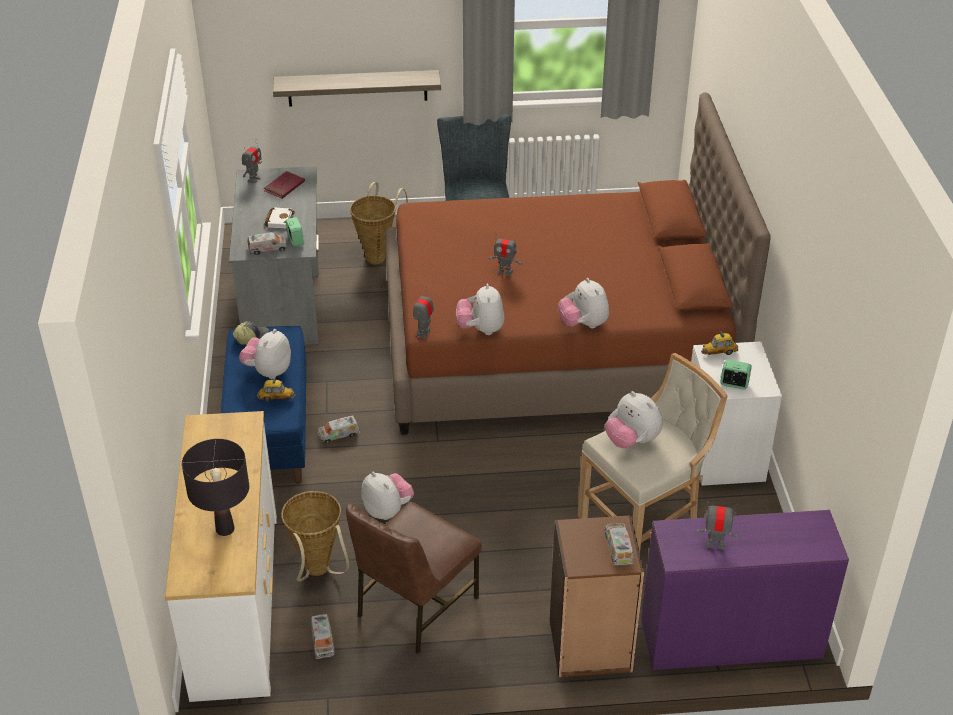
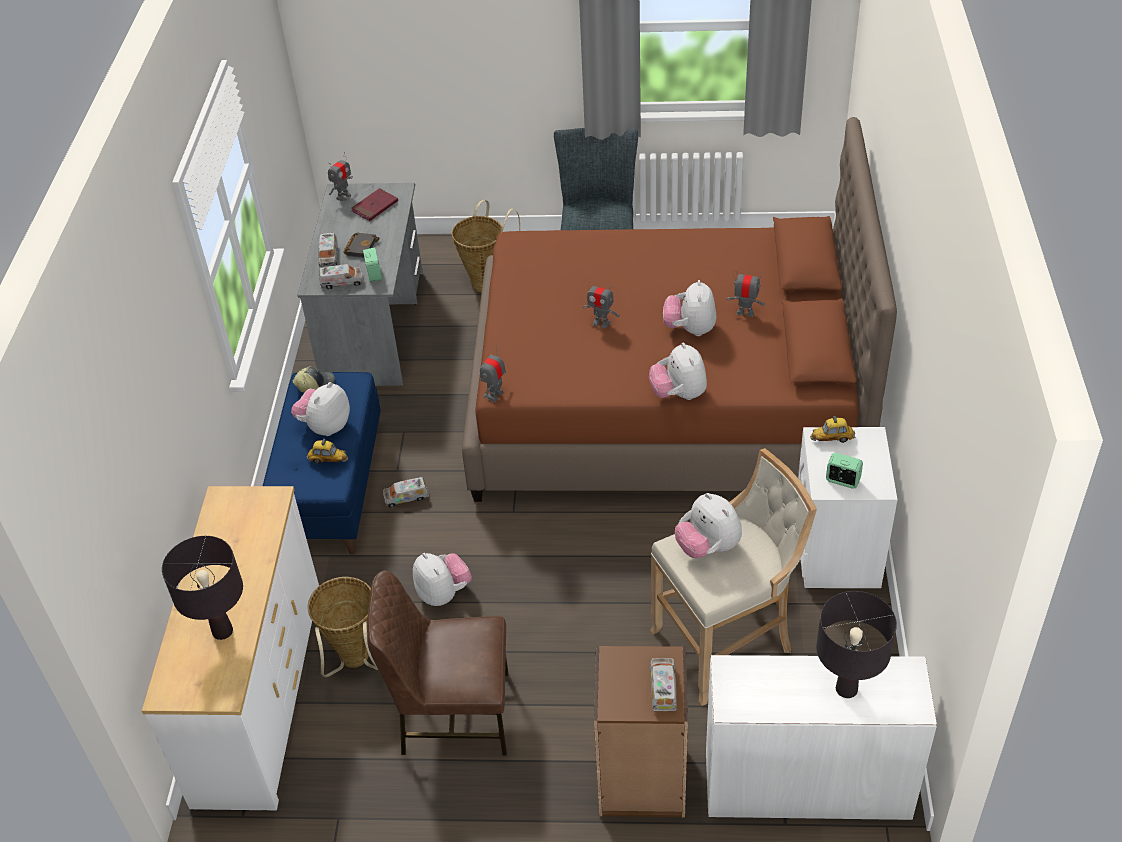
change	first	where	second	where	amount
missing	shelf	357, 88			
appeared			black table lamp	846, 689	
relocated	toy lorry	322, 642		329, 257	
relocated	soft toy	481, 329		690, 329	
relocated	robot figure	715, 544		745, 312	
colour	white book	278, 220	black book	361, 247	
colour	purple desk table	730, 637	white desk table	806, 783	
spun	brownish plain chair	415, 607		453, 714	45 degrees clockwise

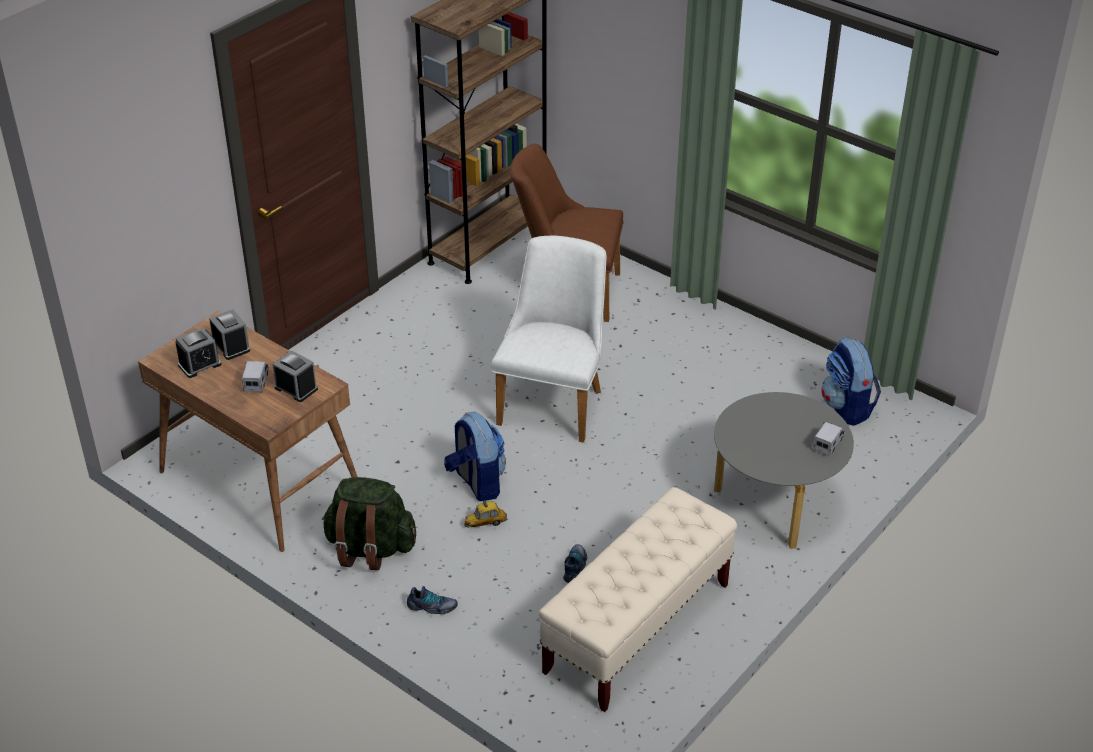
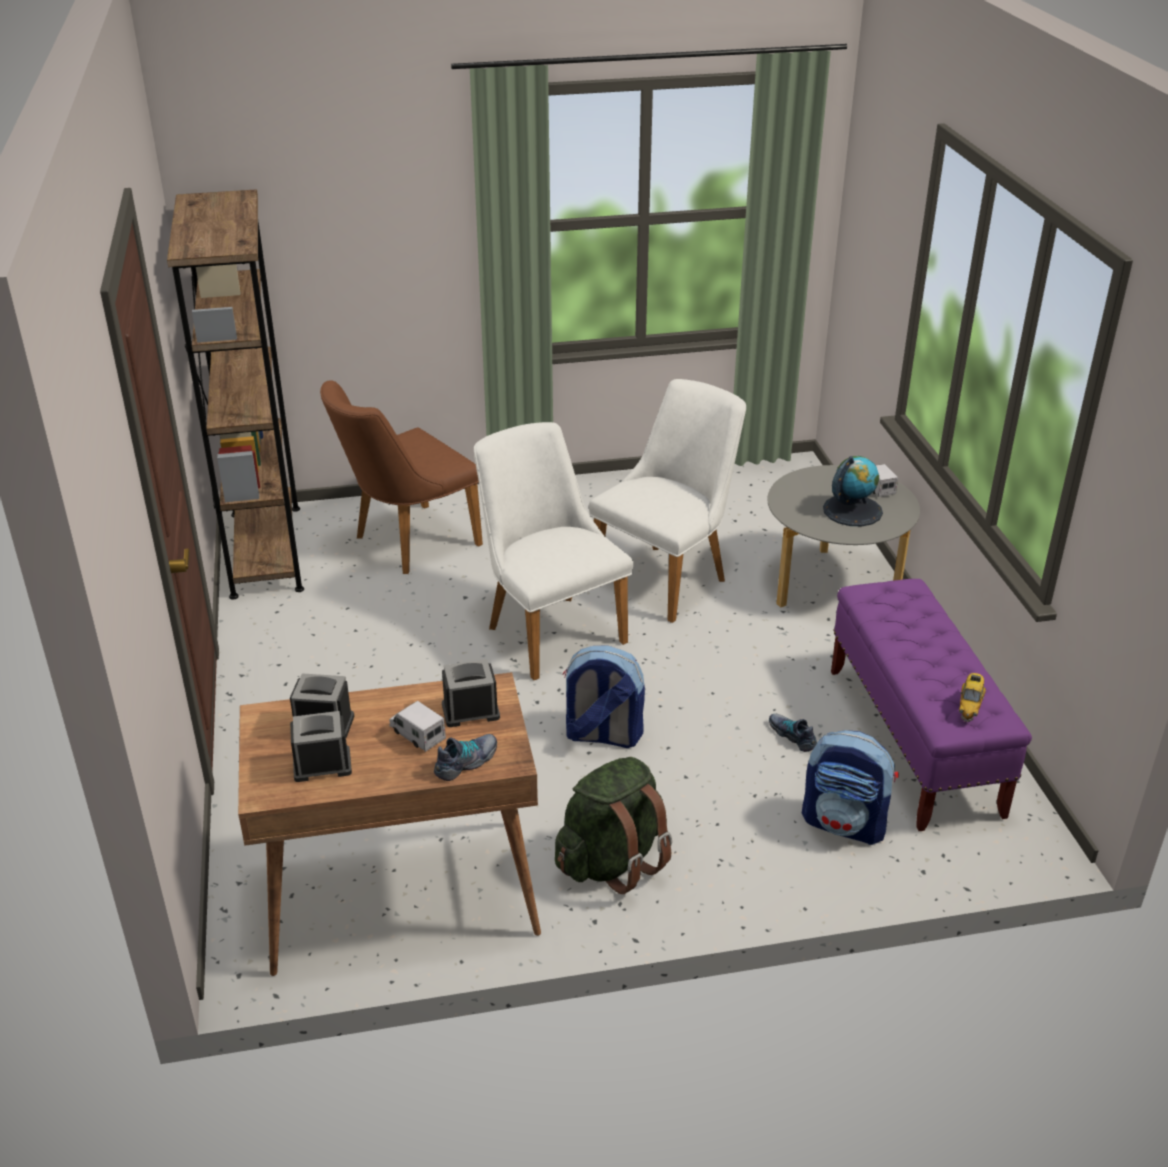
change	first	where	second	where	amount
appeared			white plain chair	669, 576	
appeared			globe	852, 510	
relocated	low shoe	432, 607		467, 762	
relocated	miniature car	485, 523		969, 707	
relocated	backpack	847, 407		845, 824	
colour	sand-coloured indoor bench	637, 629	purple indoor bench	913, 741	
spun	bedside clock	199, 365		322, 765	105 degrees counterclockwise

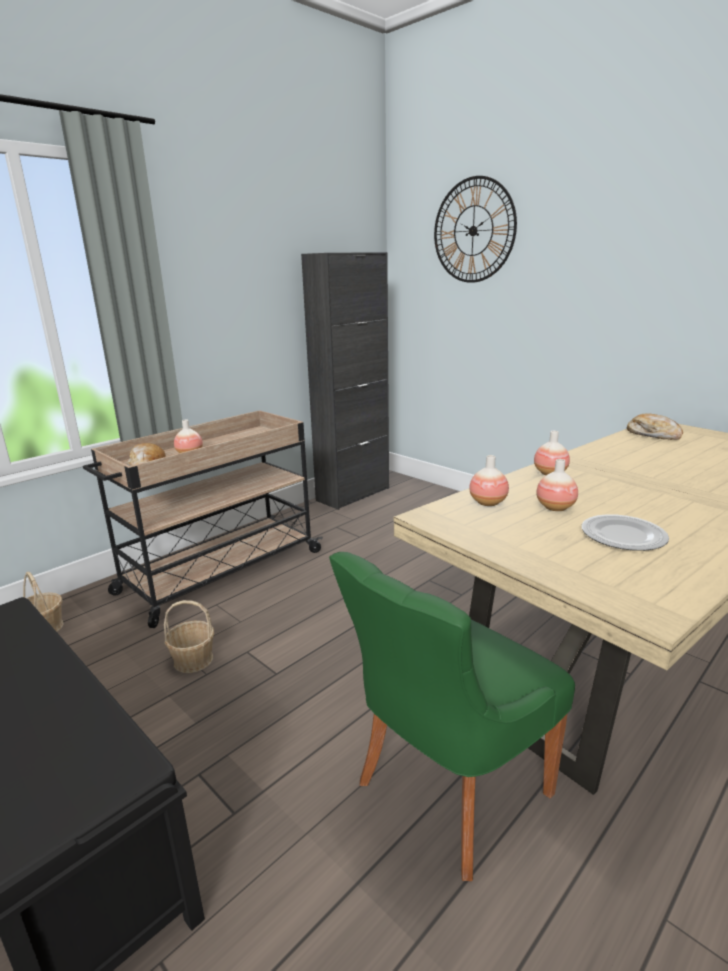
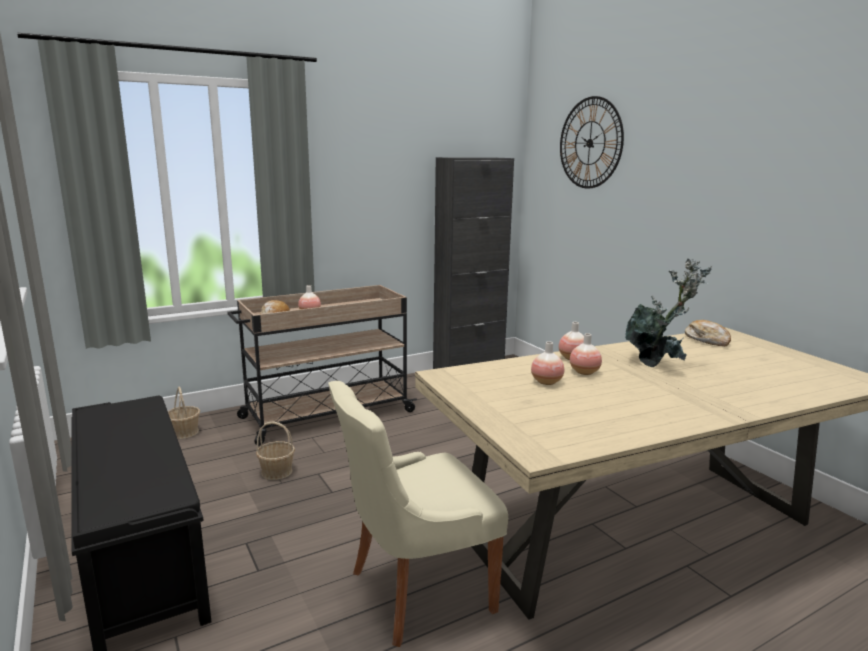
change	first	where	second	where	amount
missing	flat dish	622, 535			
appeared			houseplant	658, 364	
relocated	flower vase	488, 503		584, 372	
colour	green-coloured plain chair	447, 791	sand-coloured plain chair	415, 591	

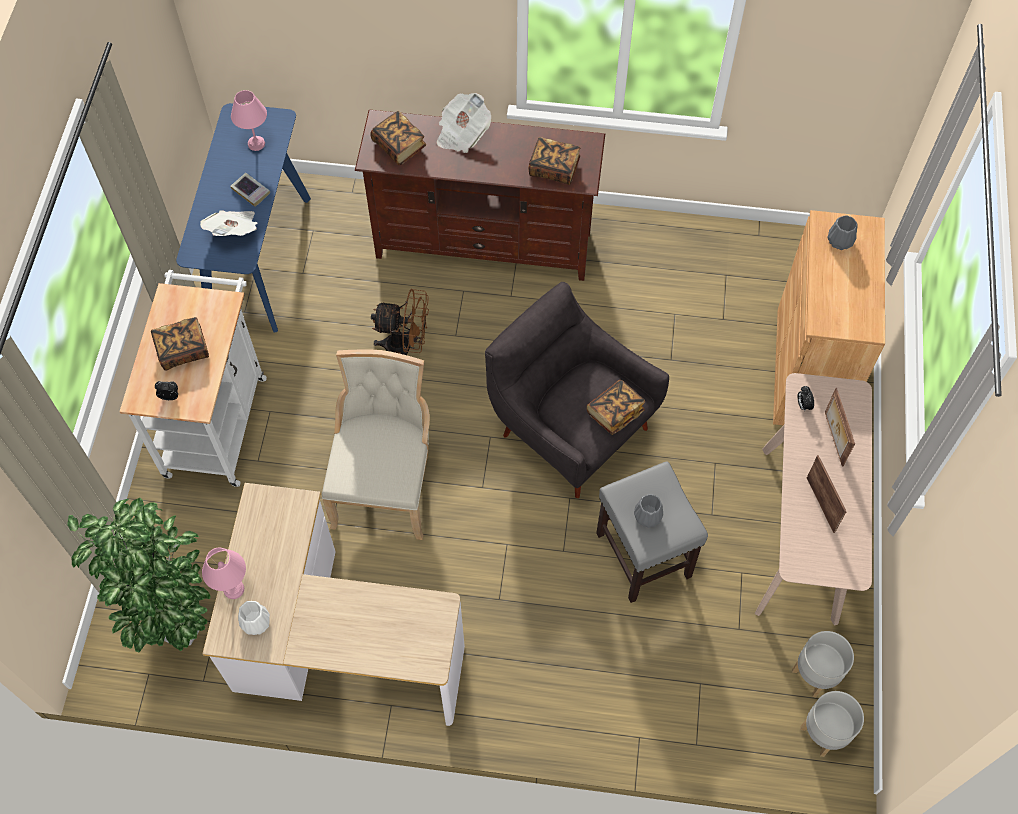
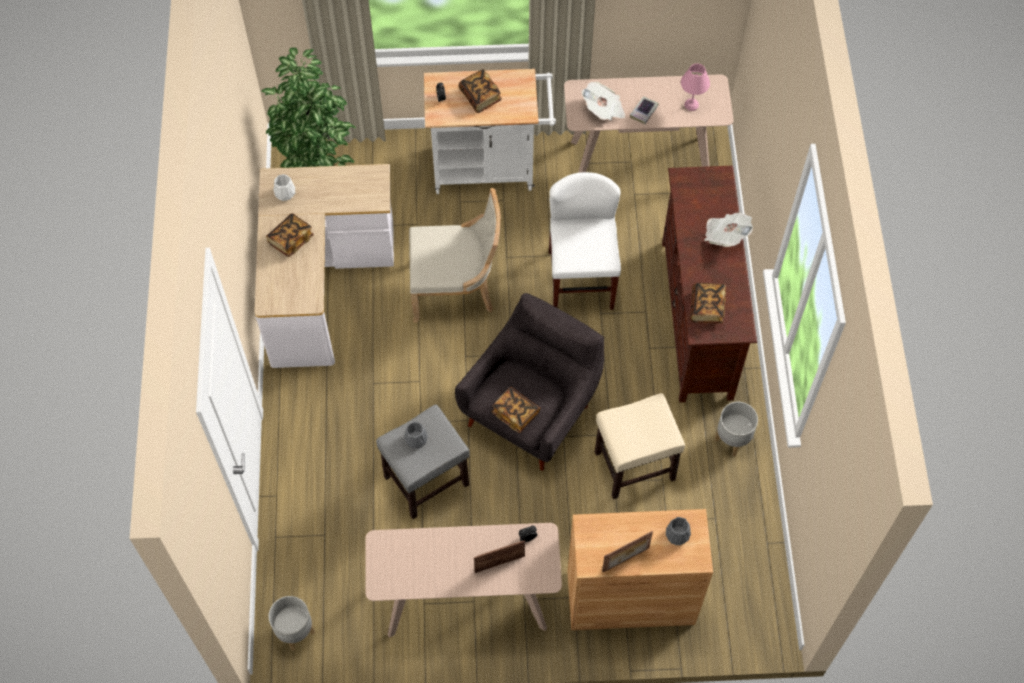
change	first	where	second	where	amount
missing	pink table lamp	234, 588			
appeared			sand-coloured sitting stool	633, 466	
relocated	book	399, 146		291, 240	
relocated	grey planter	815, 673		733, 439	
relocated	standing frame	821, 504		626, 560	
exchanged	brownish cooling fan	406, 347	white plain chair	581, 280	
colour	bluish console table	258, 258	sand-coloured console table	640, 161	

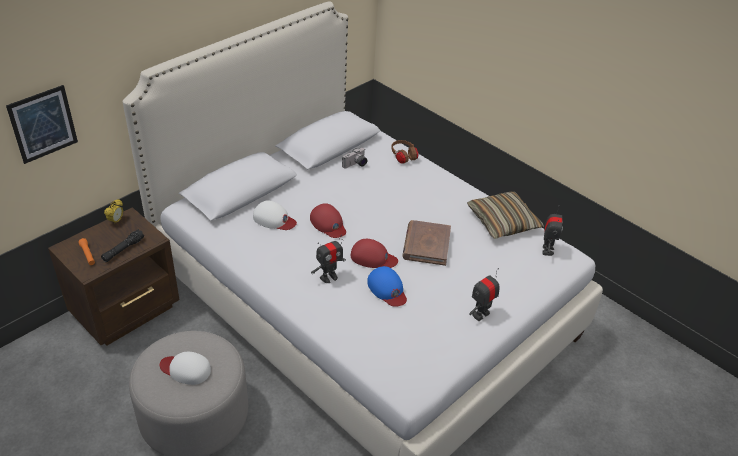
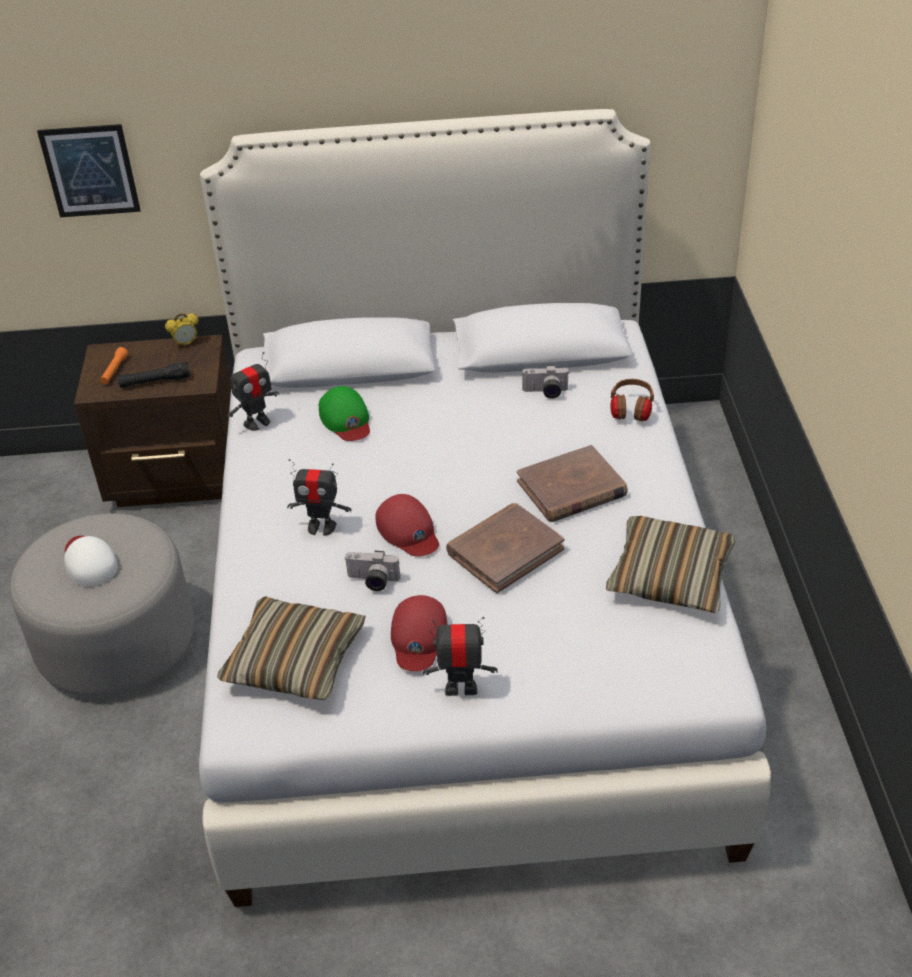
change	first	where	second	where	amount
appeared			throw pillow	294, 661	
appeared			brownish book	571, 489	
relocated	reddish peaked cap	328, 224		418, 637	
relocated	robot figure	547, 250		257, 422	
exchanged	bluish peaked cap	387, 289	photo camera	372, 581	
colour	white peaked cap	274, 219	green-coloured peaked cap	346, 419	

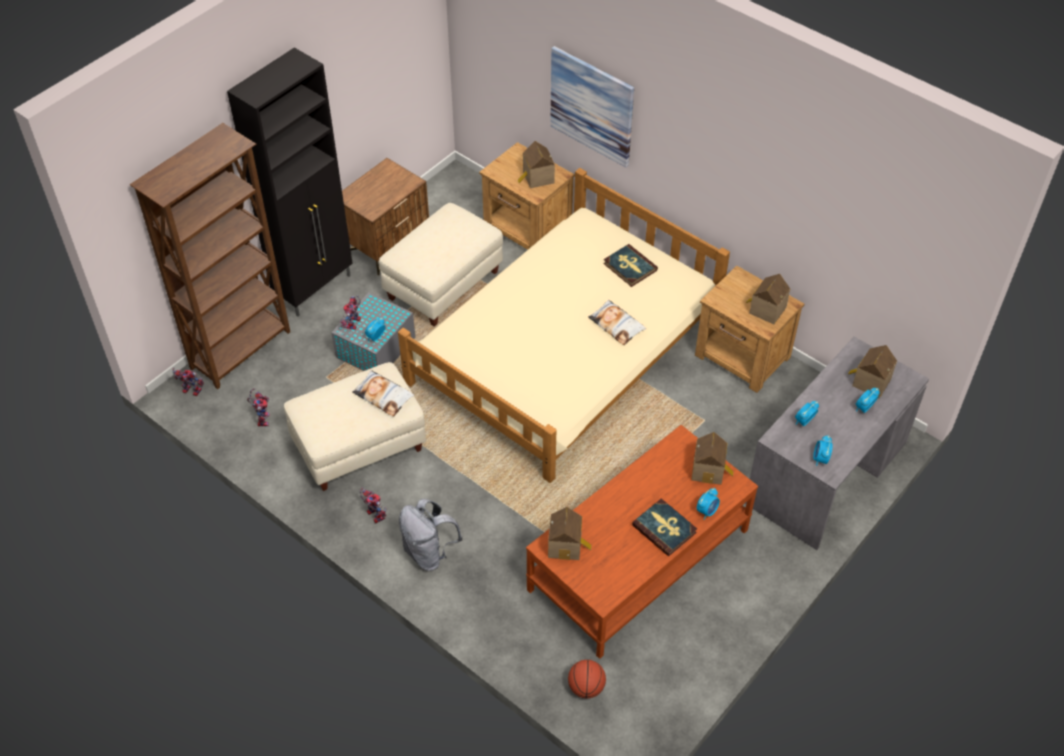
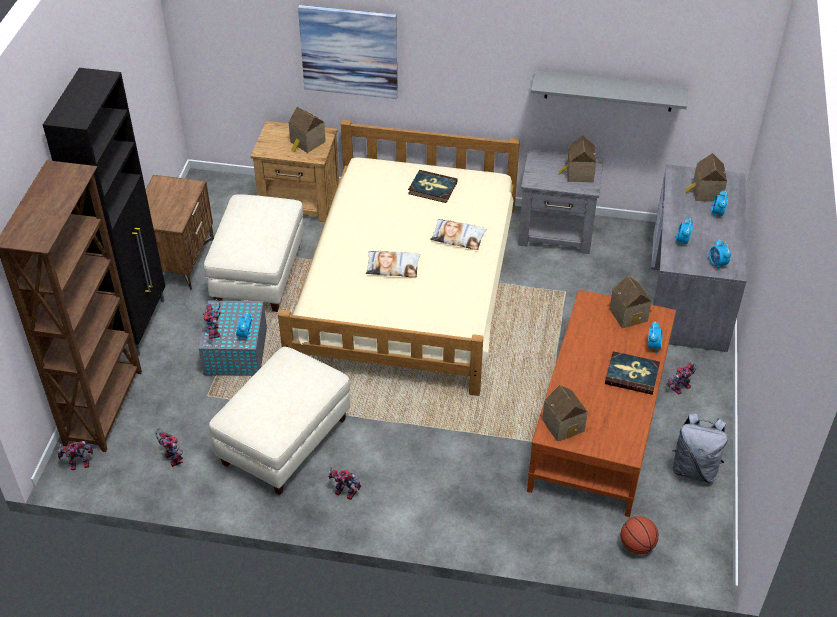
change	first	where	second	where	amount
appeared			grey shelf	609, 91	
appeared			robot figure	680, 389	
relocated	throw pillow	383, 396		393, 267	
relocated	grey backpack	429, 553		694, 469	
colour	brownish nightstand	743, 357	grey nightstand	557, 231	

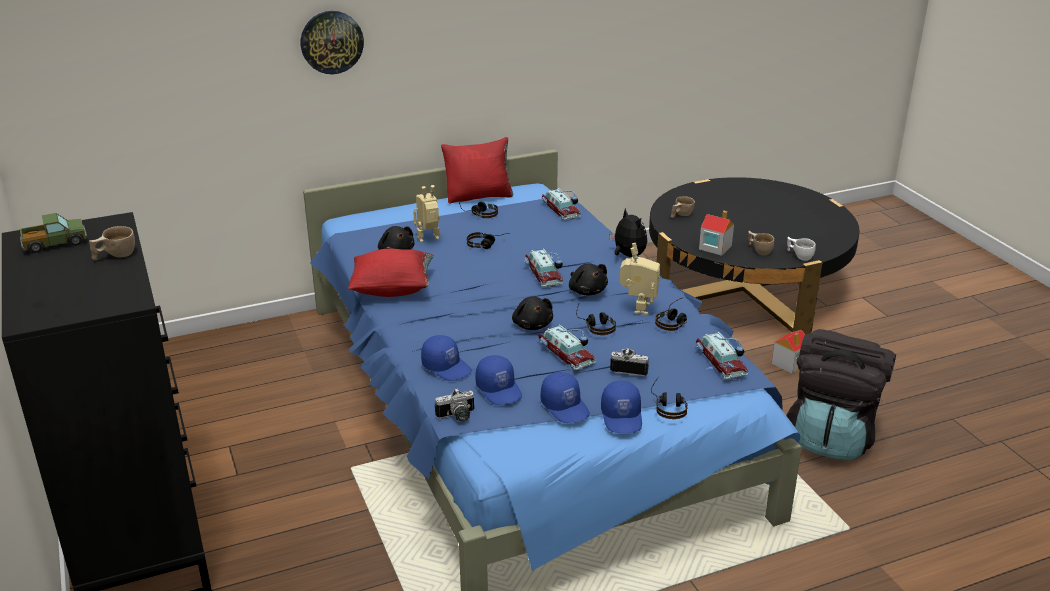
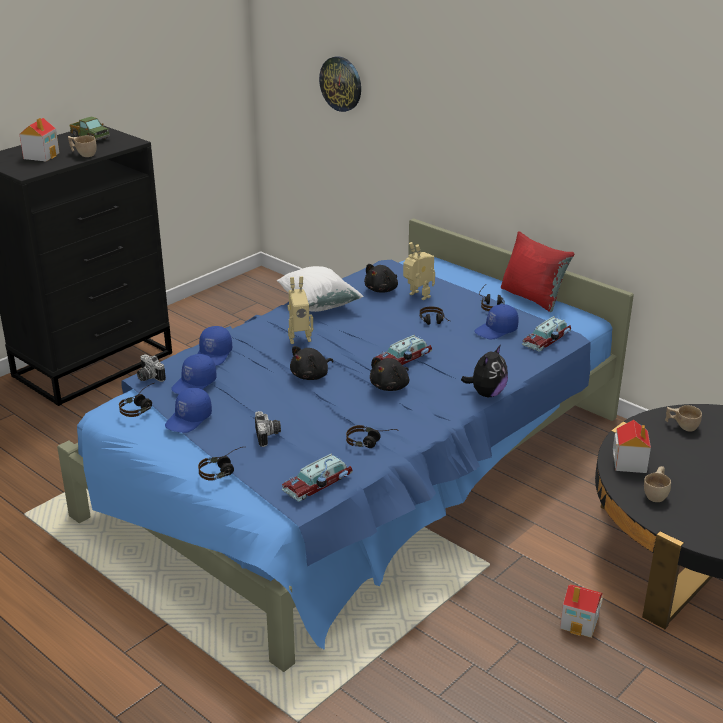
change	first	where	second	where	amount
missing	miniature car	567, 352			
missing	black backpack	832, 436			
missing	white small cup	799, 256			
appeared			miniature house	41, 155	
relocated	hanging clock	331, 42		341, 83	
relocated	pair of headphones	595, 325		141, 406	
relocated	bluish peaked cap	622, 417		496, 330	
relocated	robot figure	637, 308		299, 338	
colour	reddish throw pillow	393, 289	white throw pillow	319, 304	

